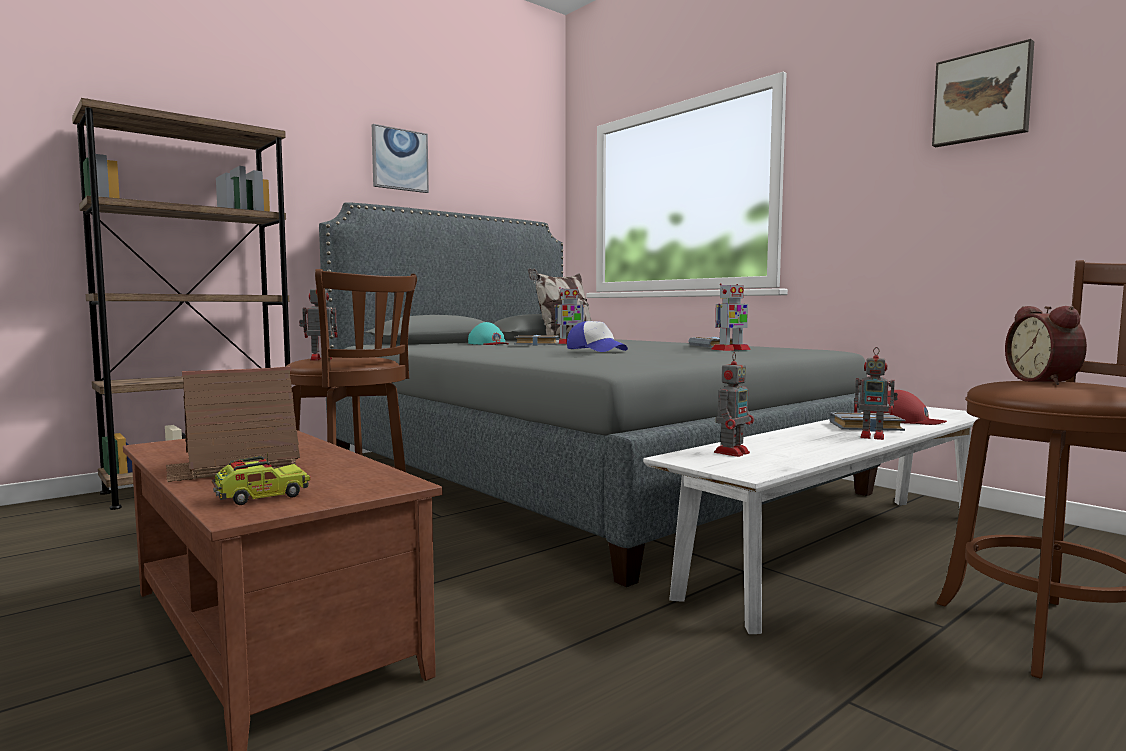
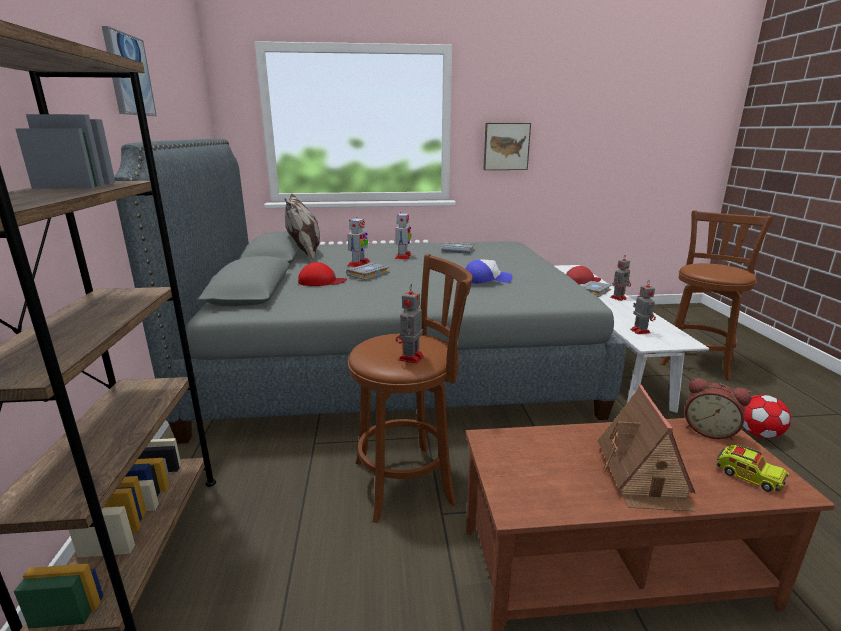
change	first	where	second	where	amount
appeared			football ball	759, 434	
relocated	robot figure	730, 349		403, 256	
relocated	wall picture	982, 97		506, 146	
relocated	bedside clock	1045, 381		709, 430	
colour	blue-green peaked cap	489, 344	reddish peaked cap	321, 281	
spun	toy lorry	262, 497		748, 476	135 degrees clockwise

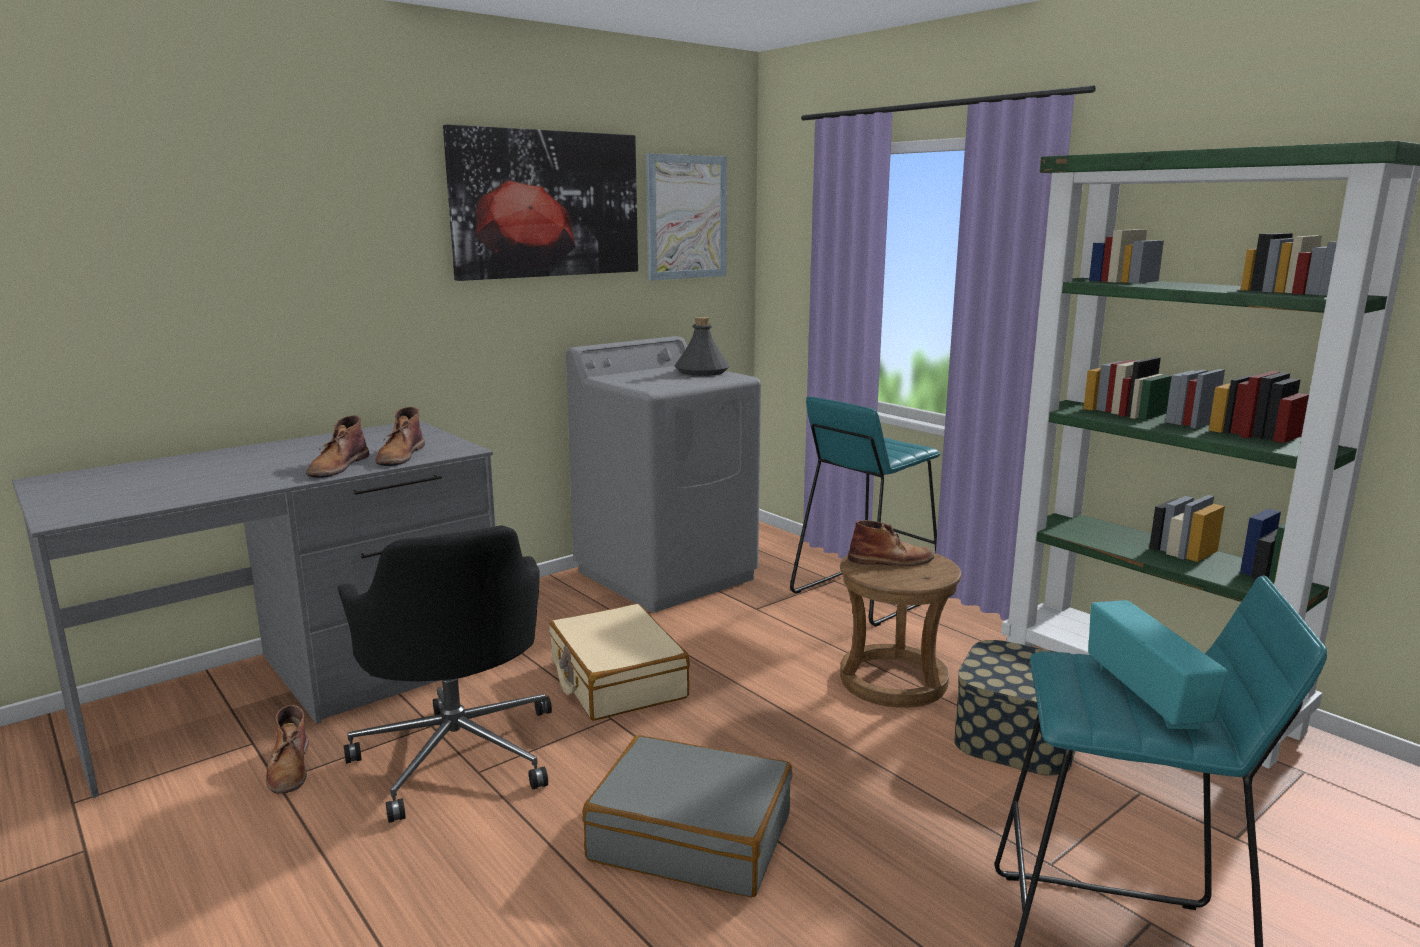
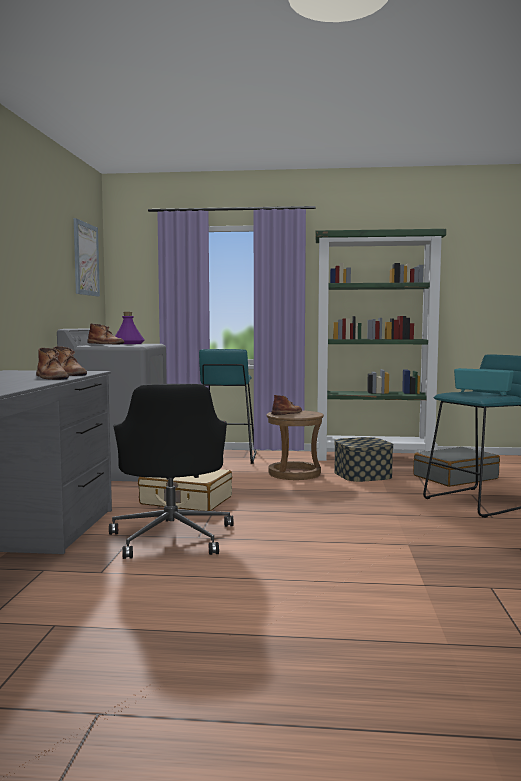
change	first	where	second	where	amount
missing	wall picture	546, 204			
relocated	brownish boot	289, 768		105, 344	
relocated	grey suitcase	691, 836		455, 477	
colour	grey beverage bottle	702, 372	purple beverage bottle	128, 343	
spun	black office chair	458, 753		172, 536	60 degrees clockwise

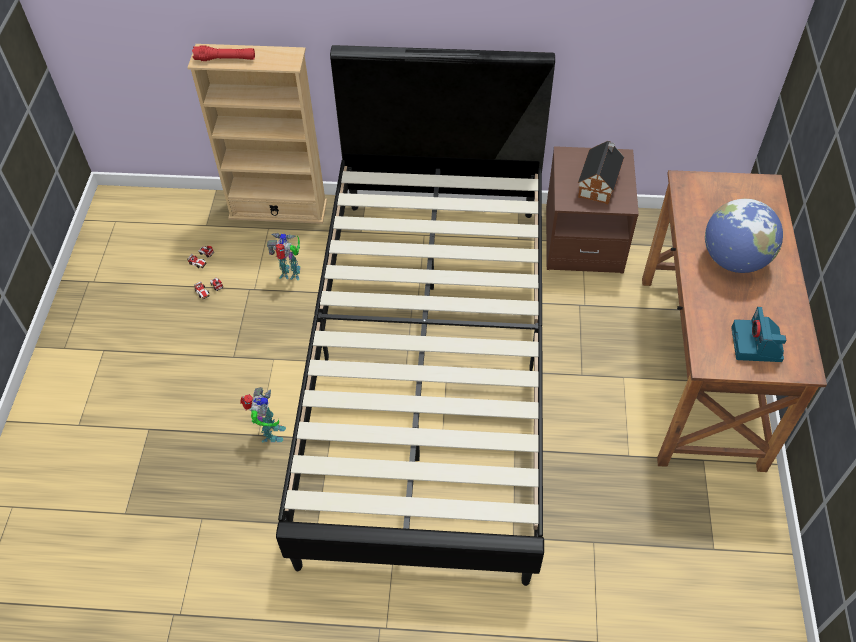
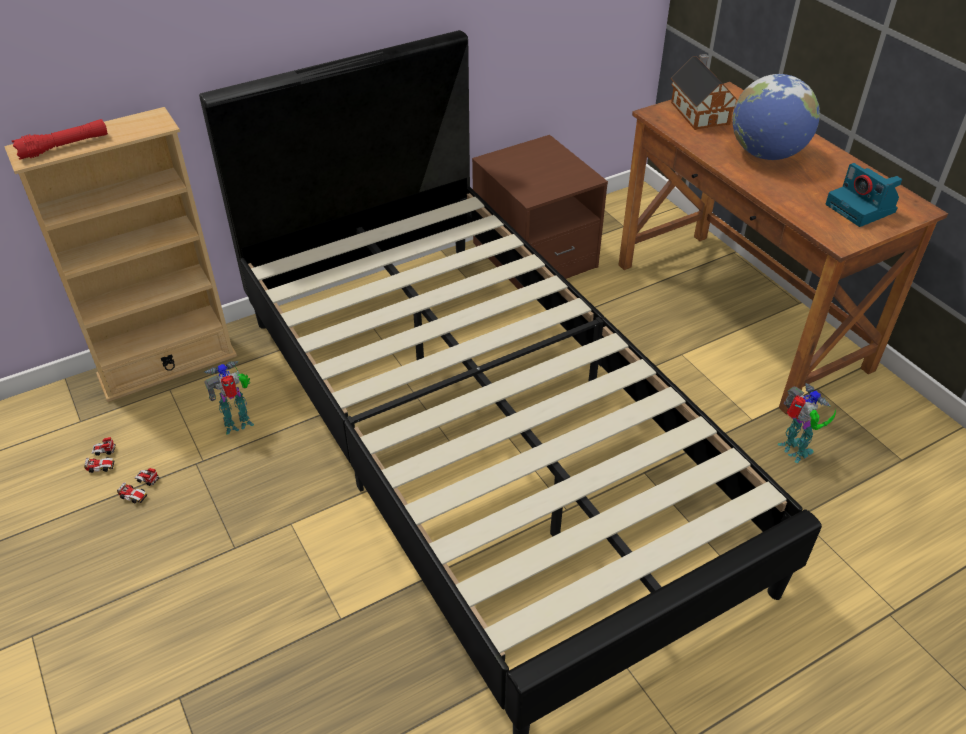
change	first	where	second	where	amount
relocated	robot figure	270, 434		794, 451	
relocated	miniature house	599, 183		699, 112	

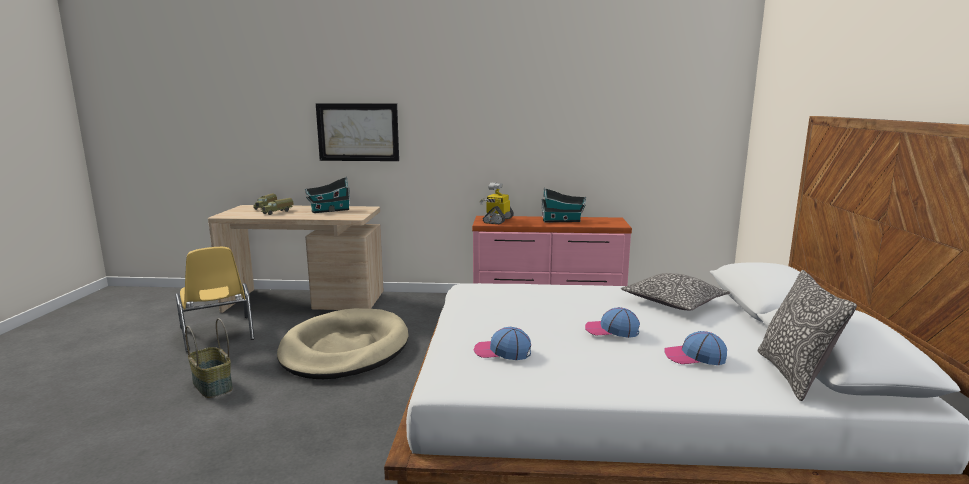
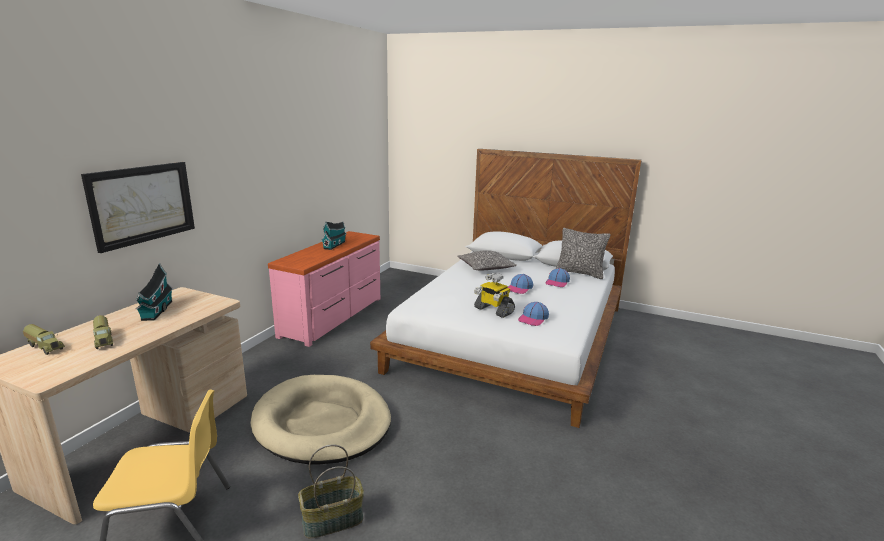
change	first	where	second	where	amount
relocated	robot figure	497, 220		493, 310	

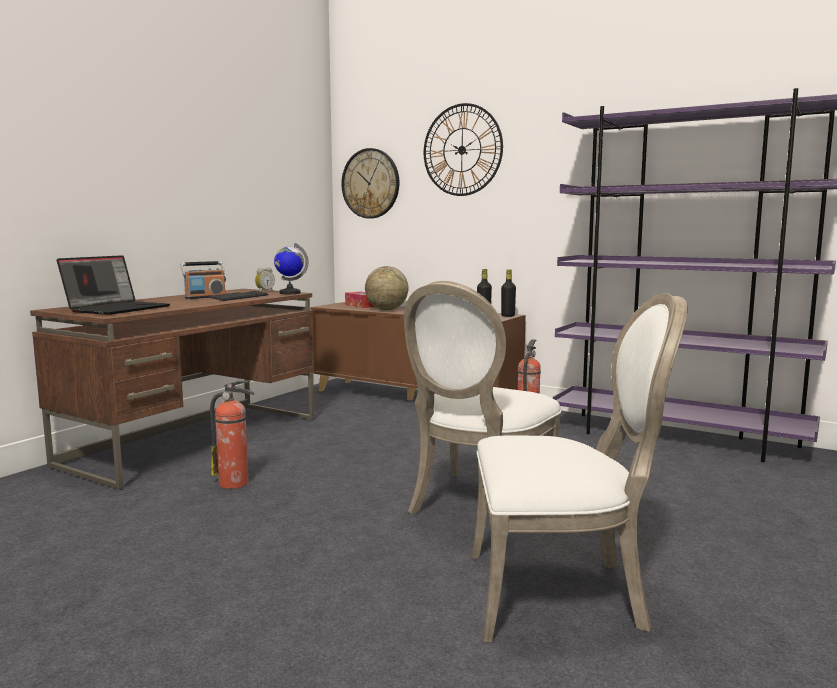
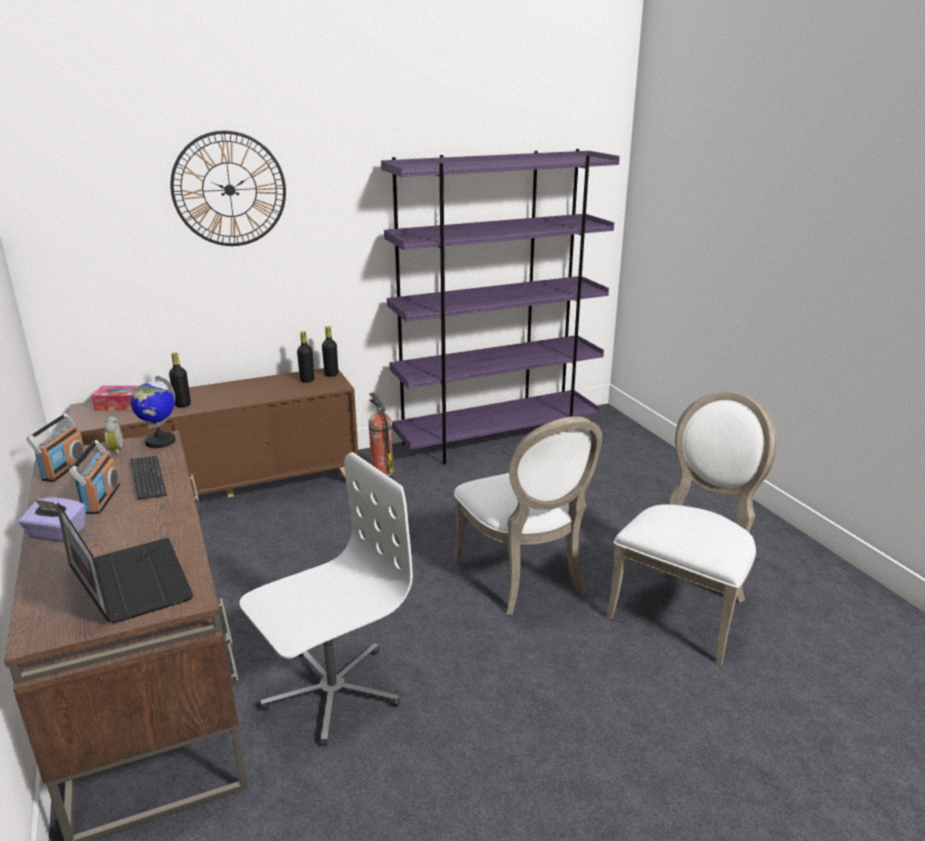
change	first	where	second	where	amount
missing	hanging clock	370, 183			
appeared			purple tissue box	57, 534	
appeared			radio receiver	64, 468	
exchanged	extinguisher	235, 483	white office chair	331, 691	
exchanged	globe	386, 309	black beverage bottle	183, 405	

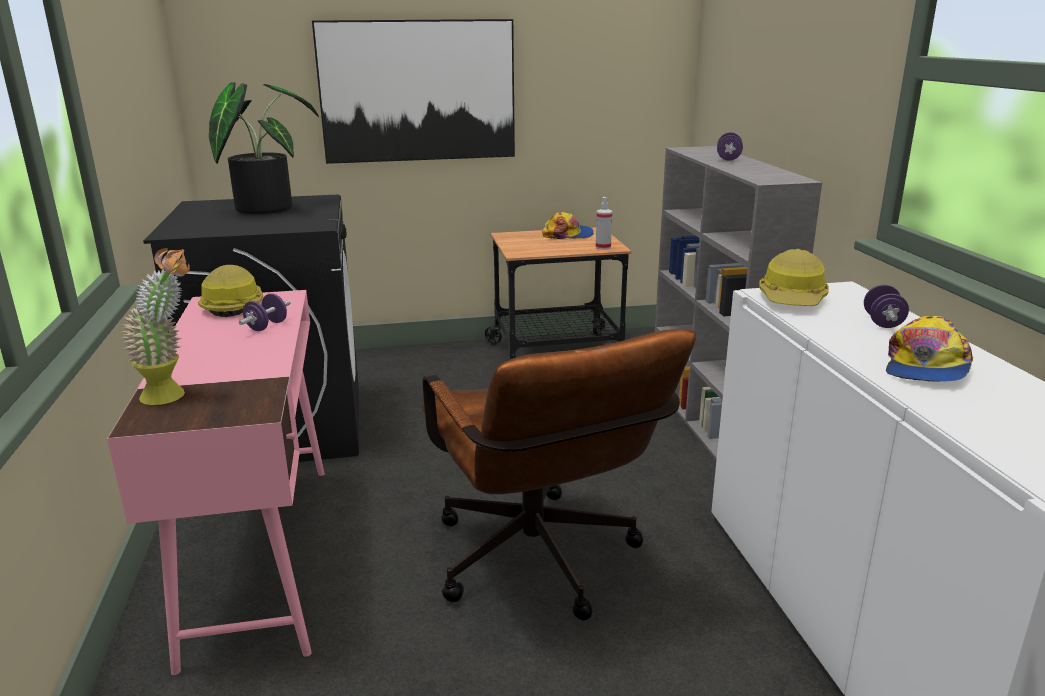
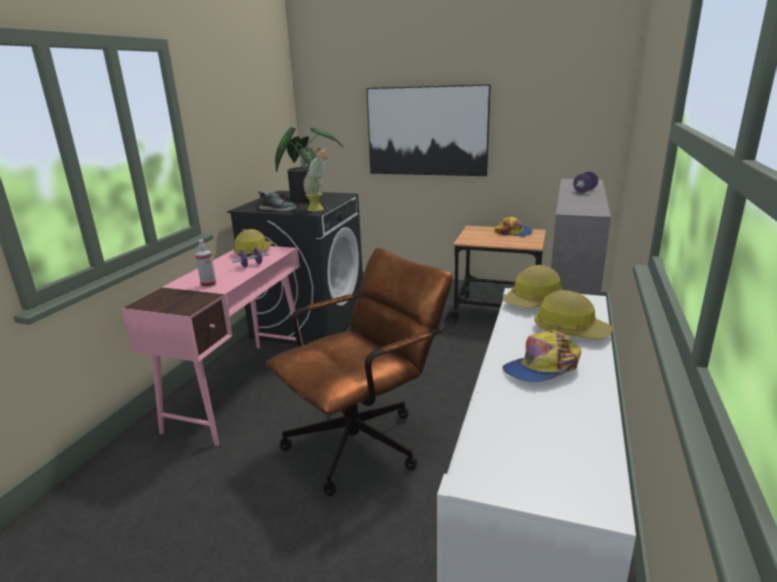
change	first	where	second	where	amount
appeared			low shoe	278, 209	
relocated	houseplant	174, 396		319, 210	
relocated	sprayer	603, 247		208, 285	
exchanged	purple free weight	882, 322	safety helmet	570, 330	
spun	brownish office chair	541, 566		365, 440	135 degrees counterclockwise

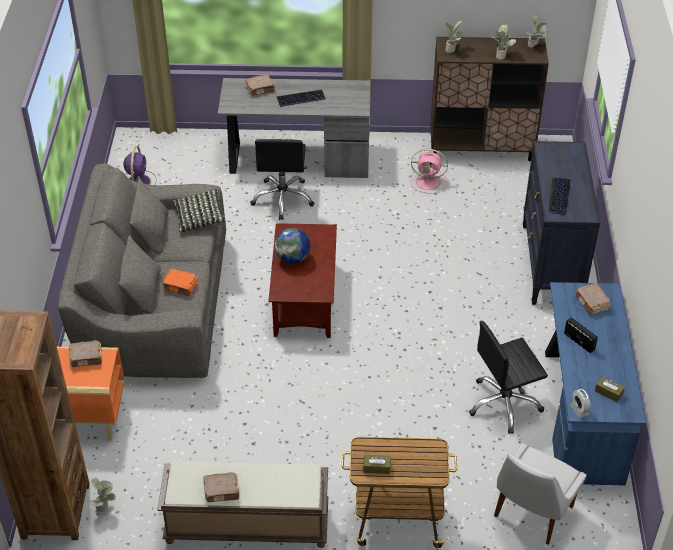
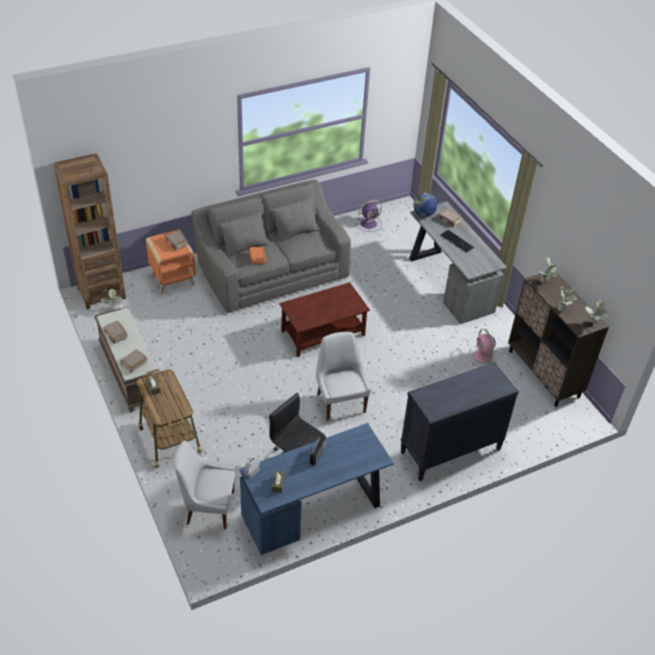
change	first	where	second	where	amount
missing	throw pillow	199, 218			
missing	black office chair	283, 198			
missing	computer keyboard	559, 196			
appeared			white plain chair	340, 402	
relocated	globe	293, 258		424, 214	
relocated	brownish book	592, 303		134, 364	

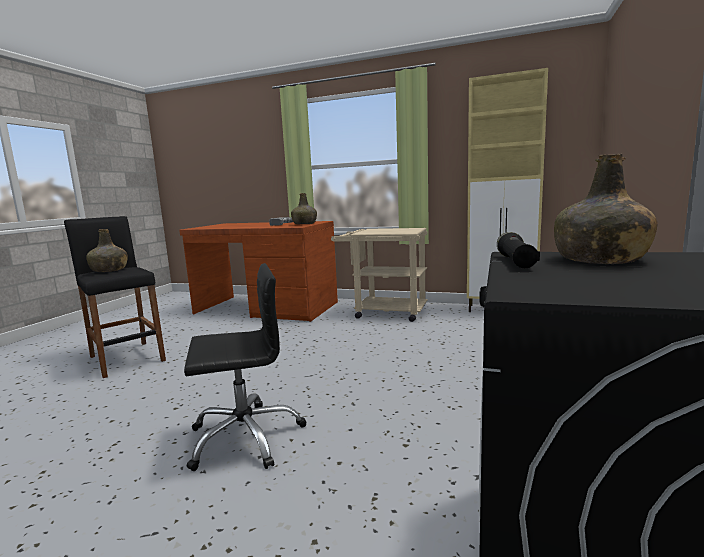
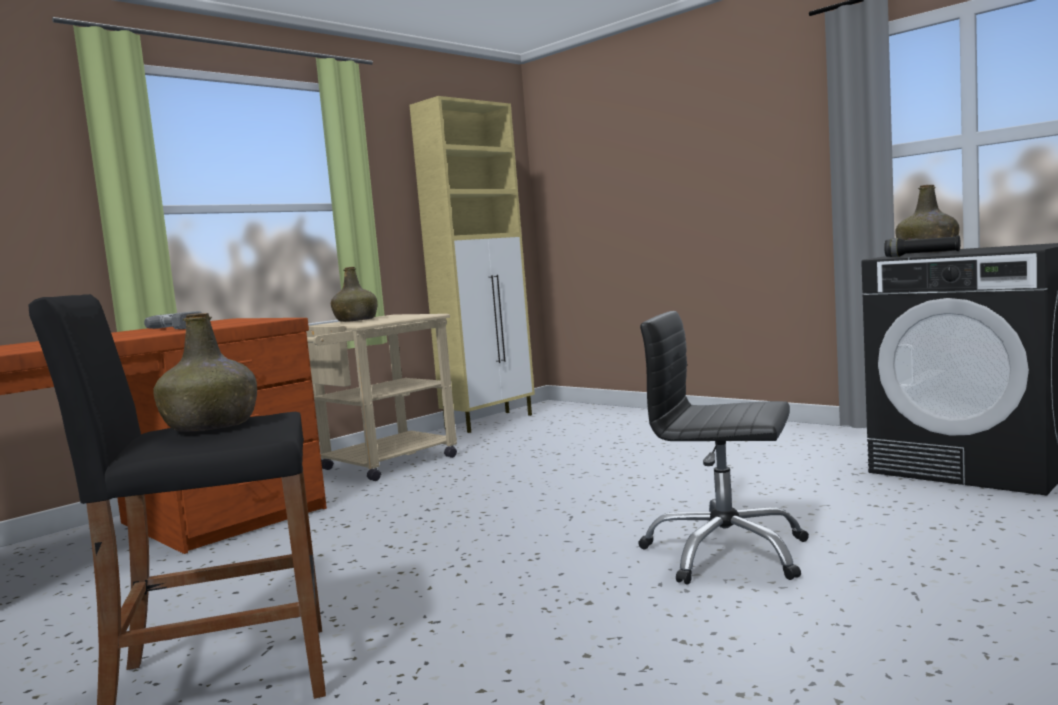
change	first	where	second	where	amount
relocated	green-coloured beverage bottle	305, 224		356, 320	
spun	black office chair	245, 437		725, 553	75 degrees counterclockwise

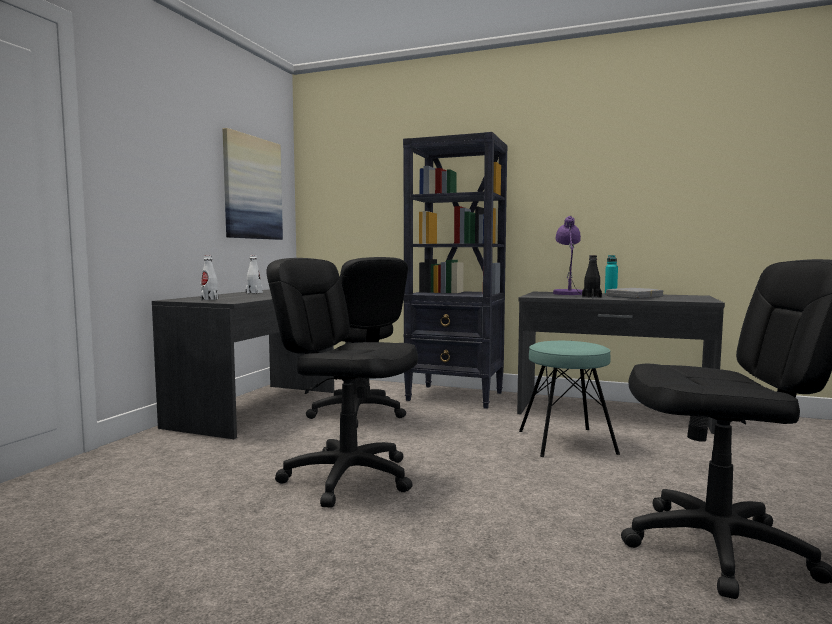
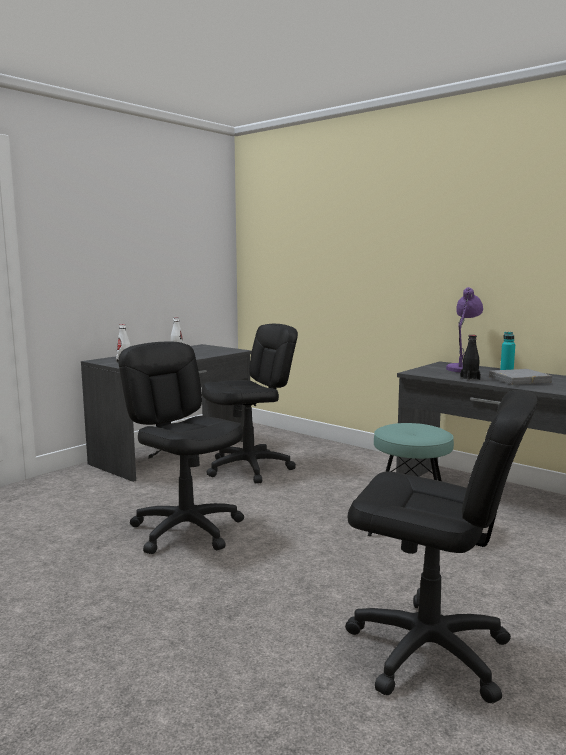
change	first	where	second	where	amount
missing	wall picture	252, 188			
missing	black shelving unit	456, 396			
spun	black office chair	356, 413		249, 468	105 degrees counterclockwise

